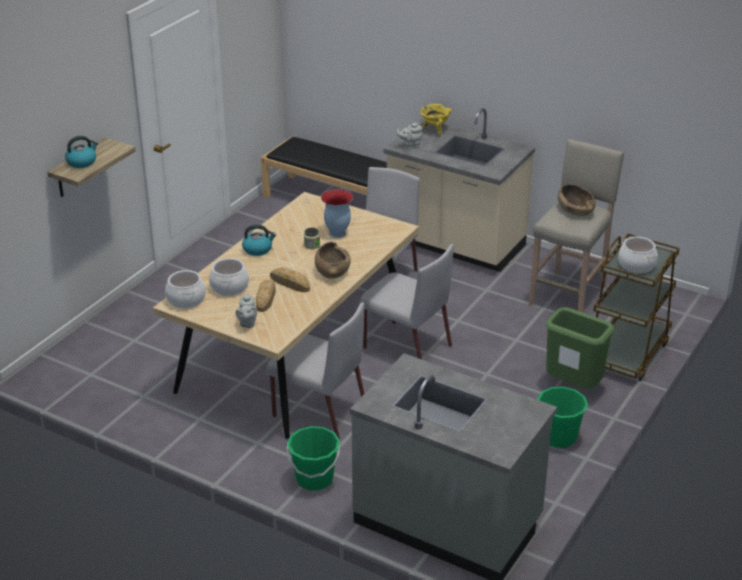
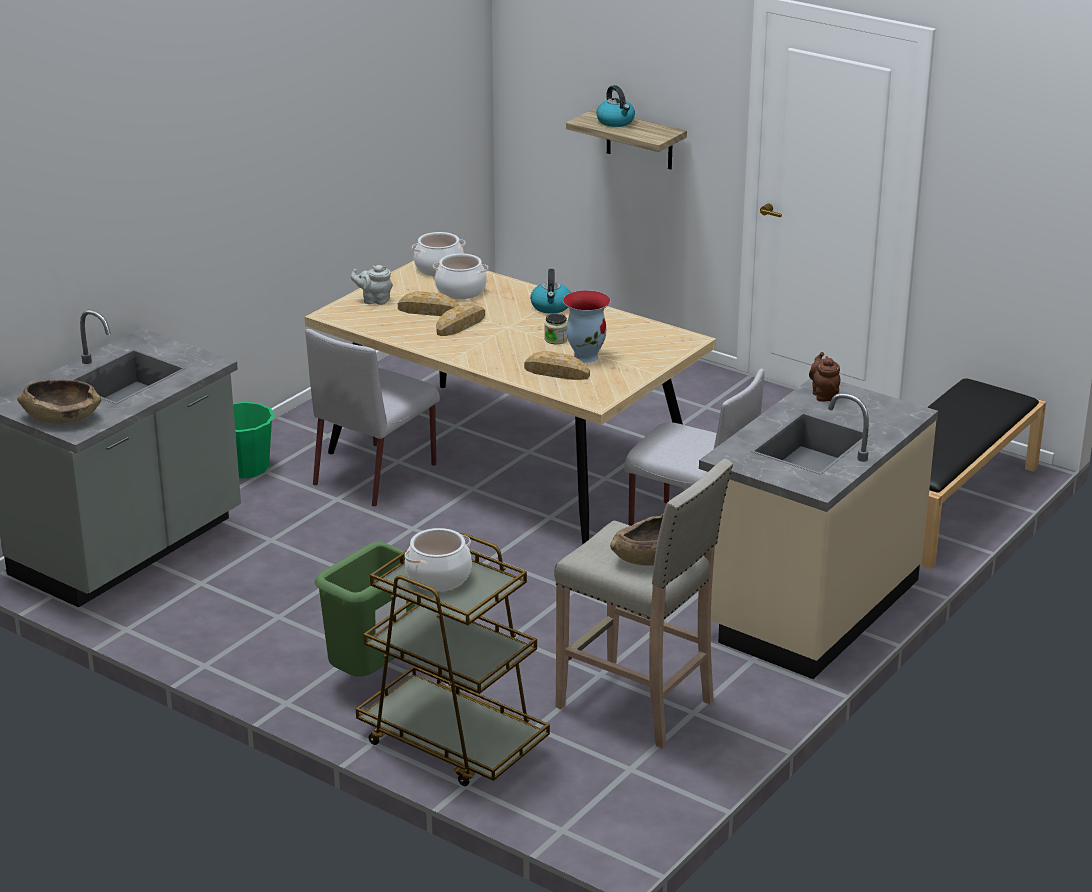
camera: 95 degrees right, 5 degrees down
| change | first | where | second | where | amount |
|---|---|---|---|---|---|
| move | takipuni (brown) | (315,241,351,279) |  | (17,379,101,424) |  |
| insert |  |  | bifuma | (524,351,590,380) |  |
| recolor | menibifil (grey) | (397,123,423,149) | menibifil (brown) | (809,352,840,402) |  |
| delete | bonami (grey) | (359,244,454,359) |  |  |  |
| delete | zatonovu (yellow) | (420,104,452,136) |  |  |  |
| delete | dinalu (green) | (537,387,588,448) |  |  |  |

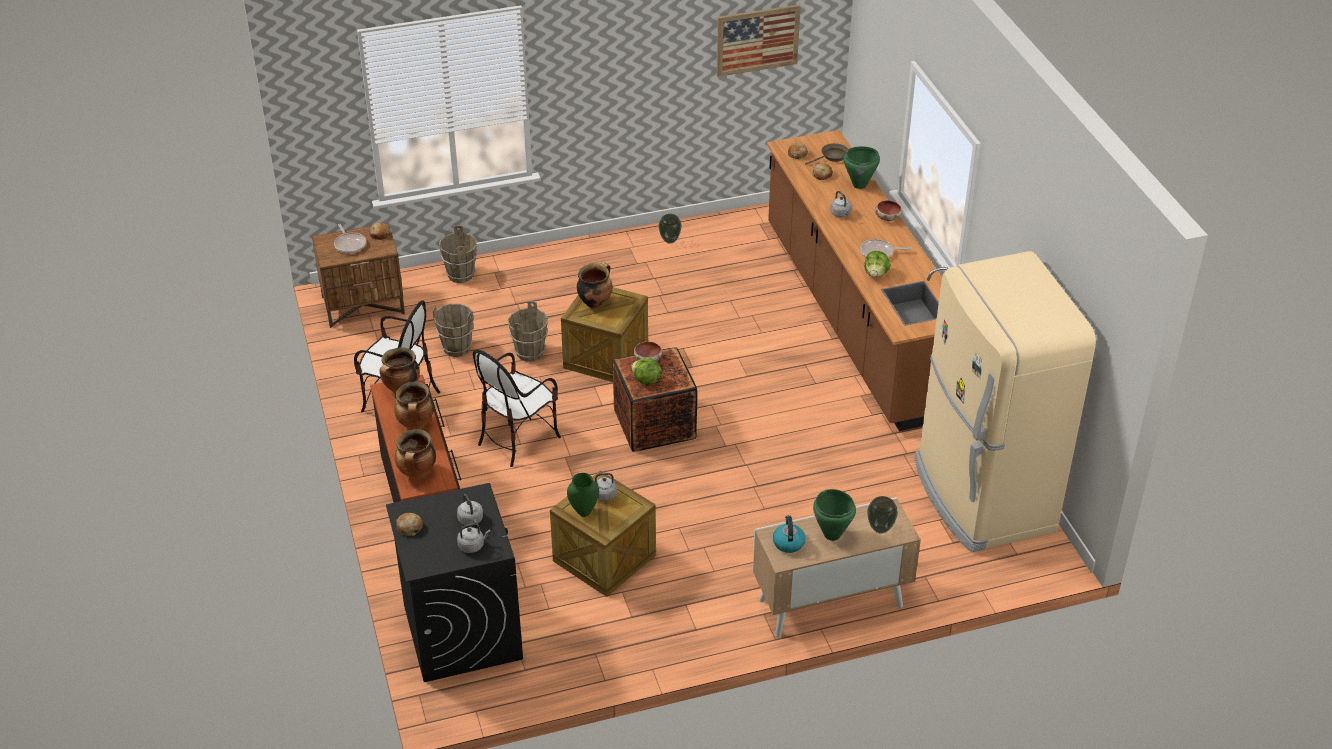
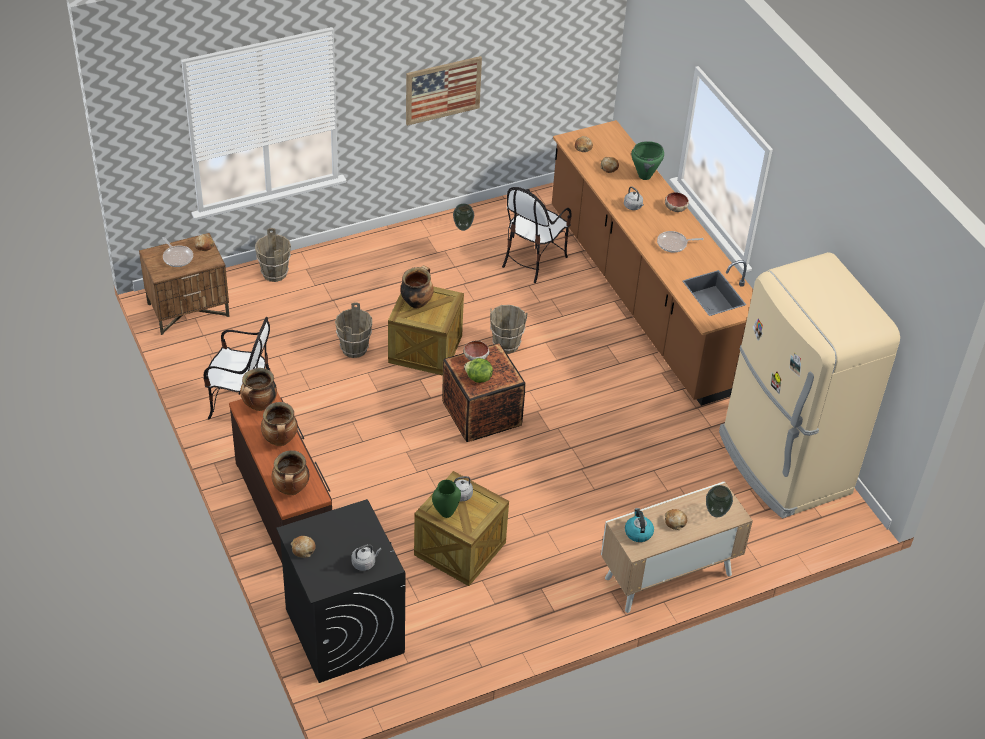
camera: 10 degrees left, 5 degrees up
| change | first | where | second | where | amount |
|---|---|---|---|---|---|
| move | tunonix | (717,4,801,77) |  | (406,56,482,126) |  |
| move | dinalu (brown) | (433,303,474,357) |  | (490,305,527,354) |  |
| move | bonami | (473,350,561,467) |  | (502,187,571,283) |  |
| replace | zatonovu (green) | (813,489,856,541) | bifuma | (664,509,687,530) |  |
| delete | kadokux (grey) | (457,494,483,525) |  |  |  |
| delete | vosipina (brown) | (805,143,849,165) |  |  |  |
| delete | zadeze | (864,251,891,277) |  |  |  |

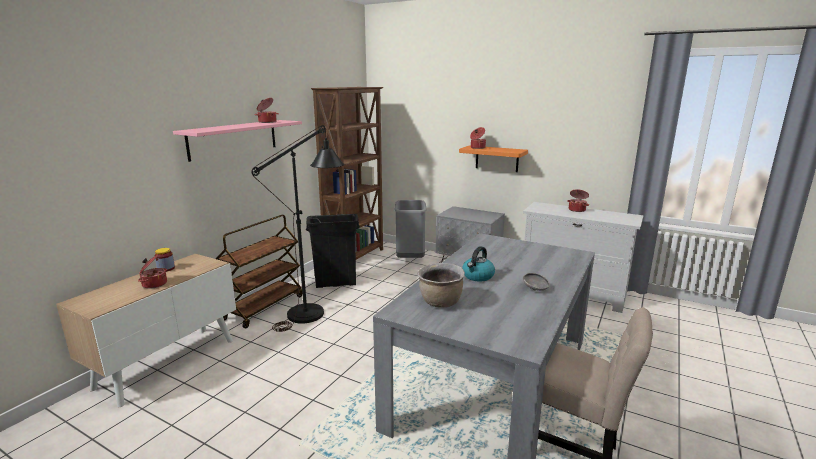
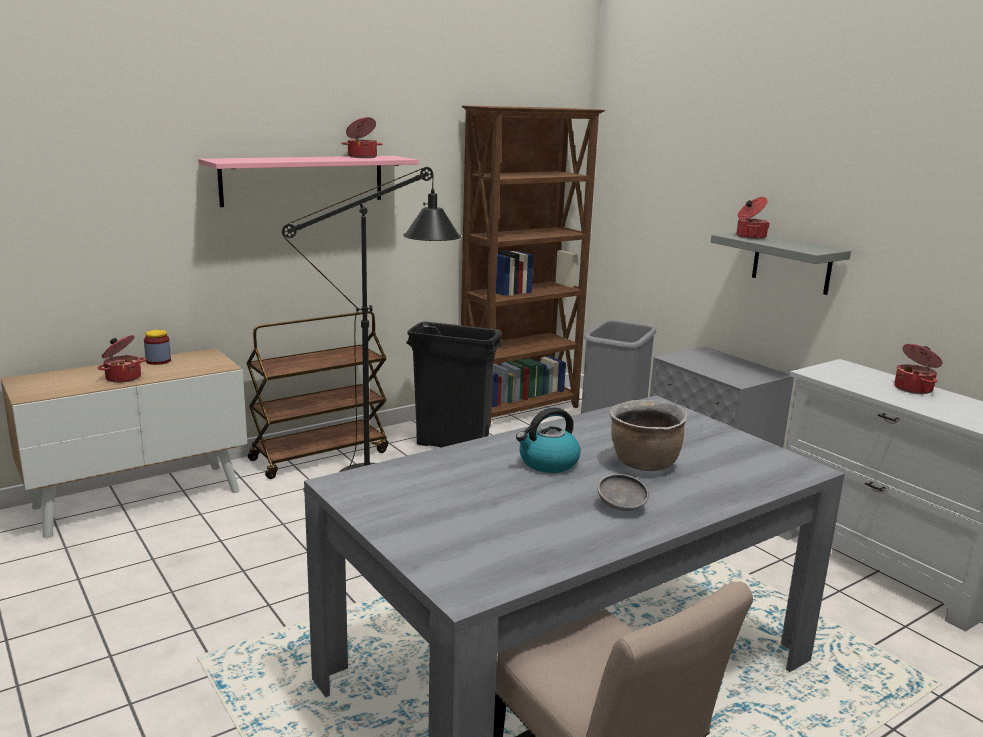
camera: 25 degrees right, 0 degrees up
| change | first | where | second | where | amount |
|---|---|---|---|---|---|
| move | zatonovu (brown) | (418,263,465,308) |  | (609,400,688,471) |  |
| recolor | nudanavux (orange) | (459,146,528,172) | nudanavux (grey) | (711,232,851,295) |  |

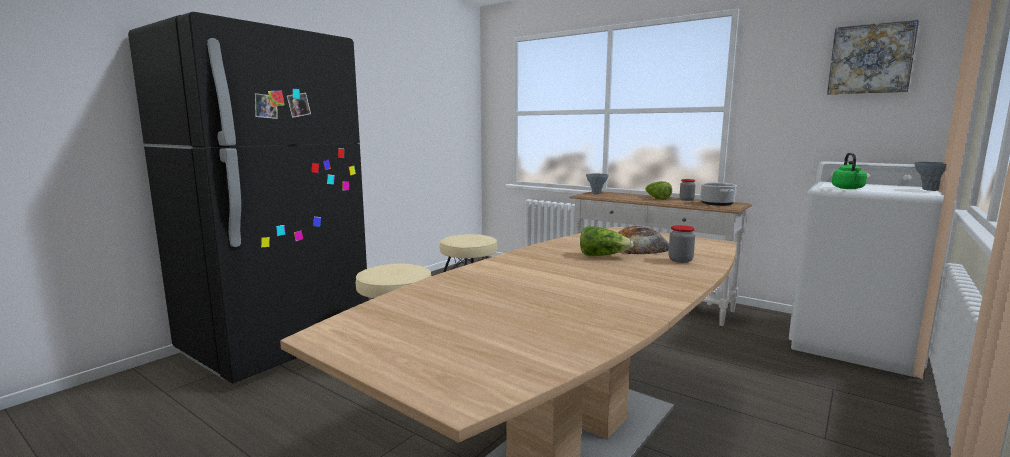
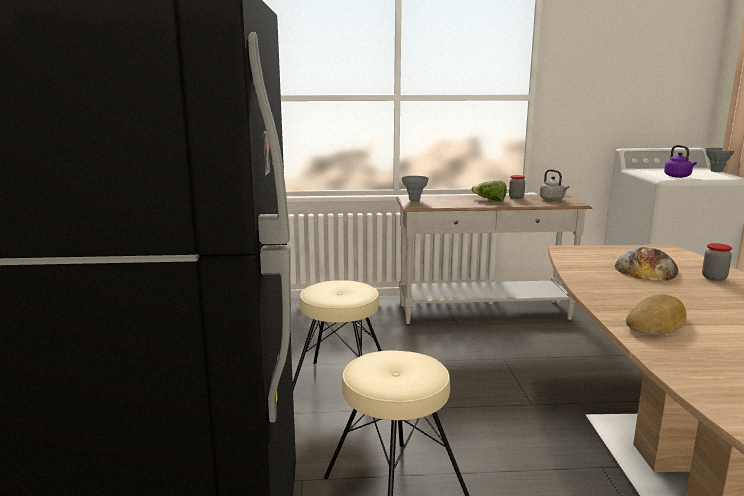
camera: 40 degrees left, 5 degrees up
| change | first | where | second | where | amount |
|---|---|---|---|---|---|
| replace | zatonovu | (700,182,737,206) | kadokux (grey) | (540,170,570,200) |  |
| insert |  |  | bifuma | (626,294,687,335) |  |
| recolor | kadokux (green) | (832,153,867,189) | kadokux (purple) | (664,145,697,178) |  |
| delete | zadeze | (580,226,634,256) |  |  |  |
| delete | tunonix | (827,19,919,95) |  |  |  |

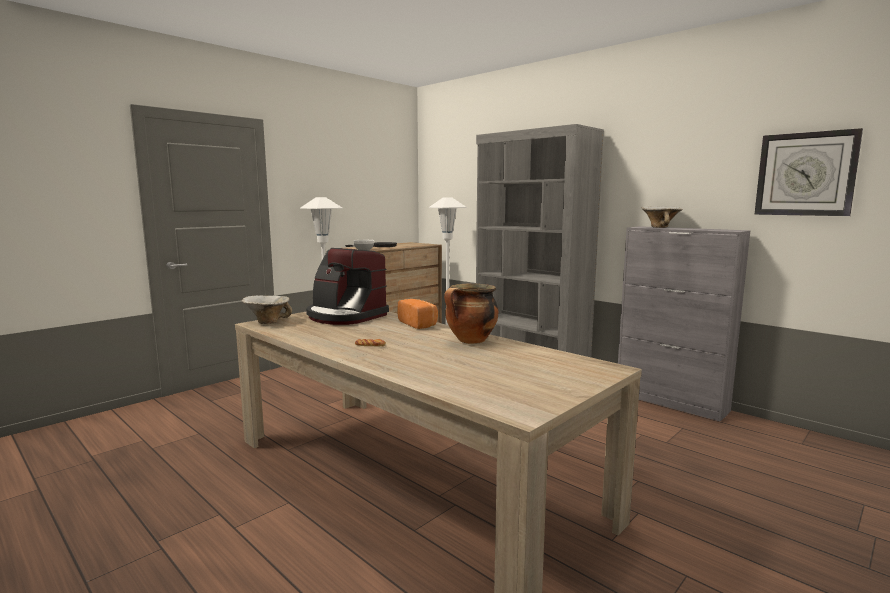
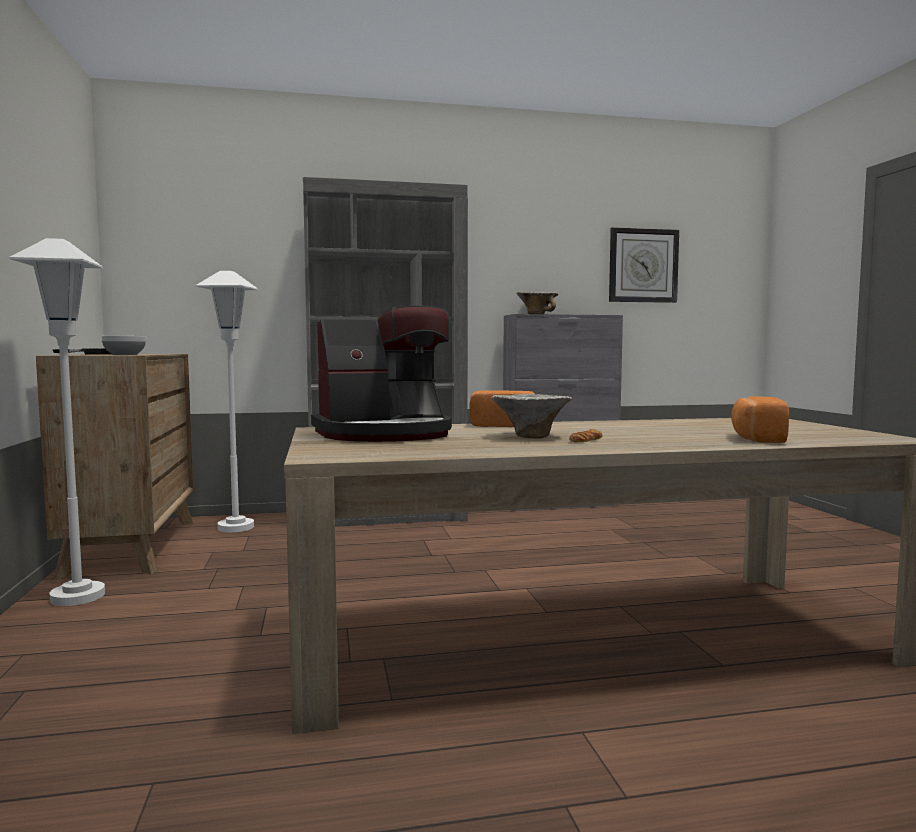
camera: 55 degrees left, 5 degrees down
| change | first | where | second | where | amount |
|---|---|---|---|---|---|
| move | takipuni | (242,295,292,324) |  | (492,394,573,438) |  |
| insert |  |  | bifuma | (731,396,789,443) |  |
| delete | zatonovu | (444,284,498,344) |  |  |  |

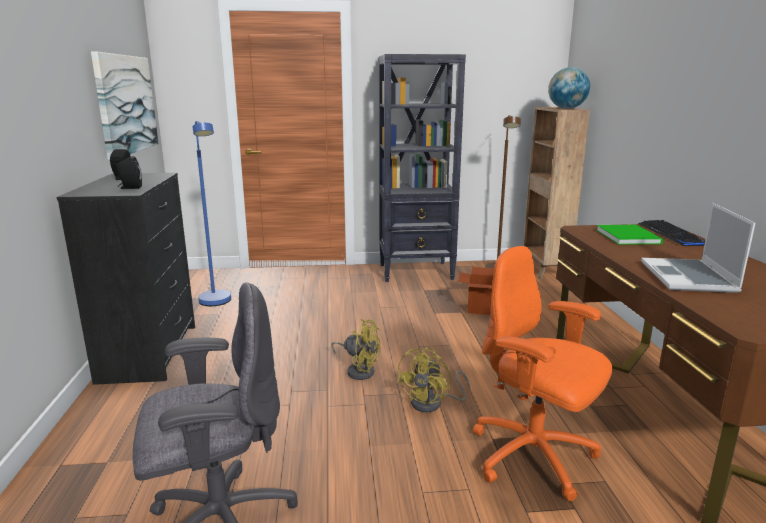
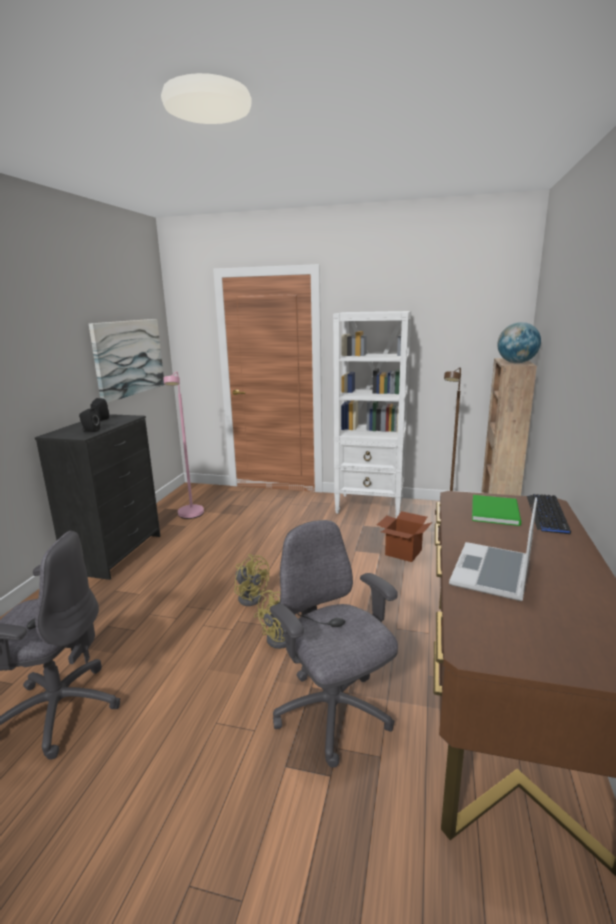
camera: 20 degrees right, 0 degrees up
| change | first | where | second | where | amount |
|---|---|---|---|---|---|
| recolor | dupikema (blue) | (192,121,231,306) | dupikema (pink) | (164,371,204,519) |  |
| recolor | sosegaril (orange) | (473,246,612,501) | sosegaril (grey) | (270,520,398,768) |  |
| recolor | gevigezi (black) | (379,54,466,282) | gevigezi (white) | (333,311,411,518) |  |

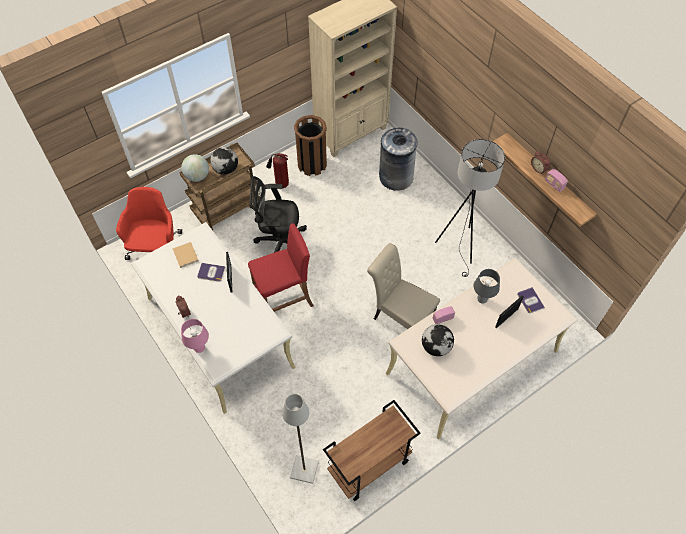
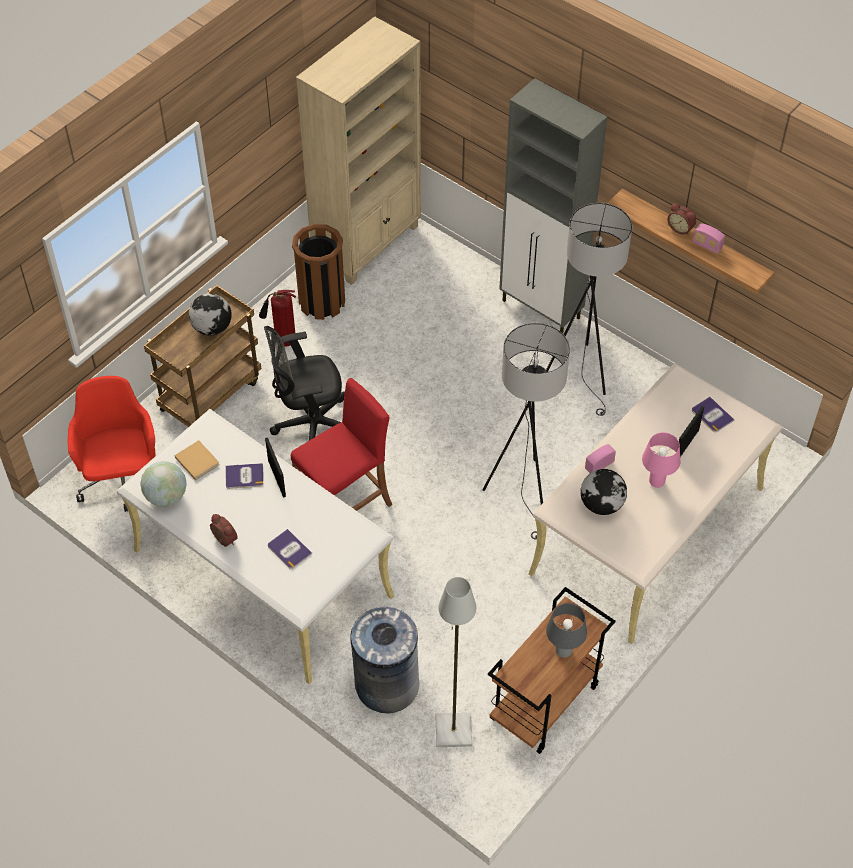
camera: 15 degrees left, 5 degrees down
| change | first | where | second | where | amount |
|---|---|---|---|---|---|
| move | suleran | (181,154,209,182) |  | (140,461,187,507) |  |
| insert |  |  | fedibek | (268,529,312,569) |  |
| move | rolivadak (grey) | (379,127,417,191) |  | (350,607,419,713) |  |
| replace | bonami (beige) | (367,243,440,329) | dupikema (grey) | (483,323,570,540) |  |
| insert |  |  | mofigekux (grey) | (499,78,607,333) |  |
| move | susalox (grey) | (474,269,500,303) |  | (546,603,587,658) |  |
| move | susalox (pink) | (181,319,209,353) |  | (642,432,680,488) |  |

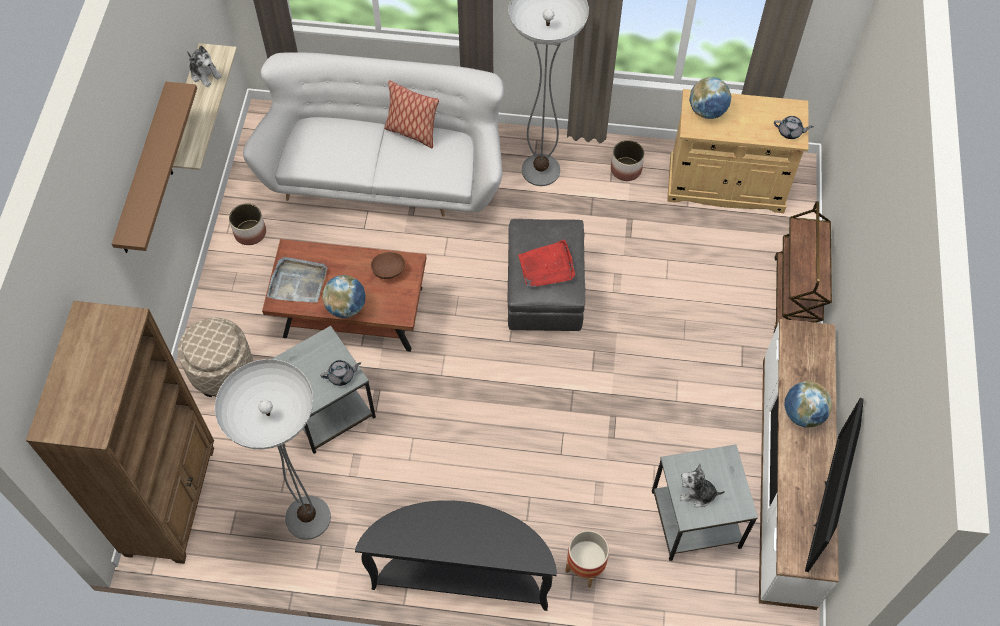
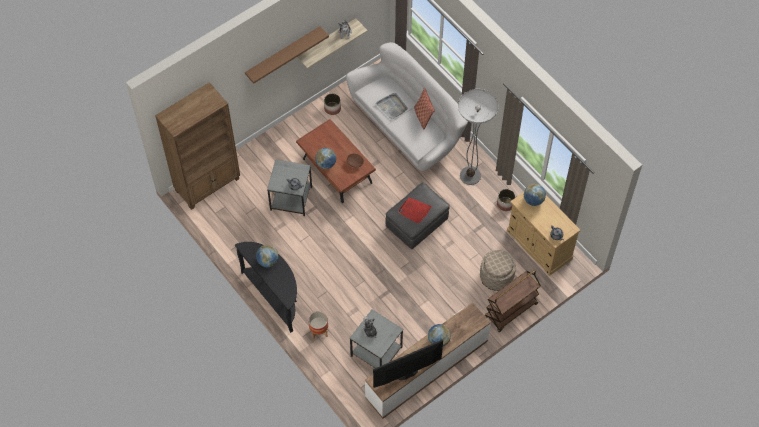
camera: 45 degrees right, 0 degrees up
| change | first | where | second | where | amount |
|---|---|---|---|---|---|
| insert |  |  | suleran | (256,245,279,267) |  |
| move | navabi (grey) | (267,257,328,303) |  | (376,93,408,120) |  |
| move | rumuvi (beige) | (178,318,253,397) |  | (480,250,516,291) |  |
| delete | dupikema | (215,359,331,540) |  |  |  |

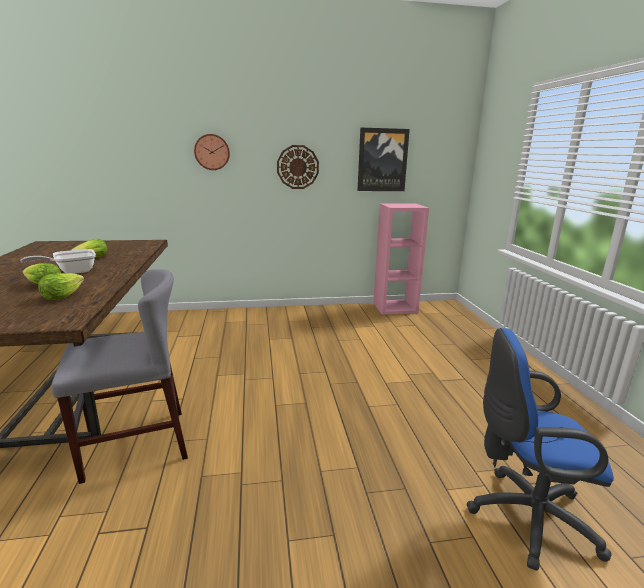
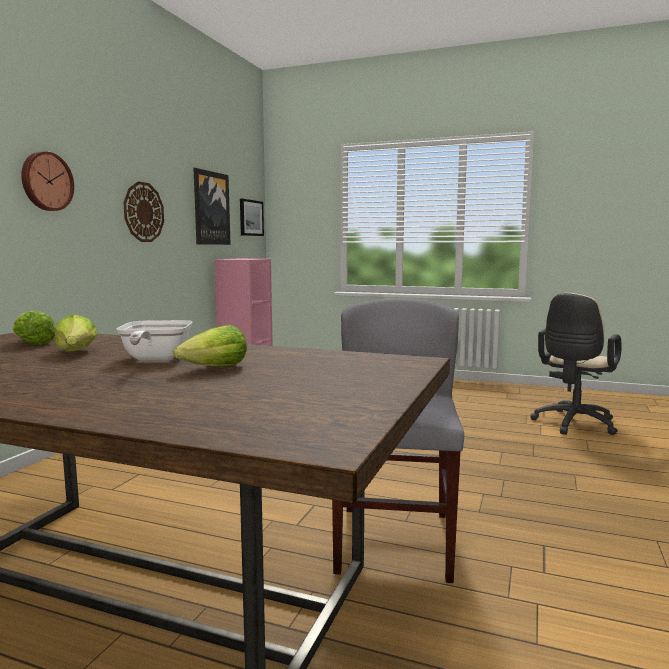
camera: 60 degrees left, 10 degrees down
| change | first | where | second | where | amount |
|---|---|---|---|---|---|
| move | zadeze | (38,273,84,300) |  | (13,311,55,345) |  |
| insert |  |  | tunonix | (240,199,264,236) |  |
| recolor | sosegaril (blue) | (467,328,614,571) | sosegaril (beige) | (530,293,622,435) |  |

